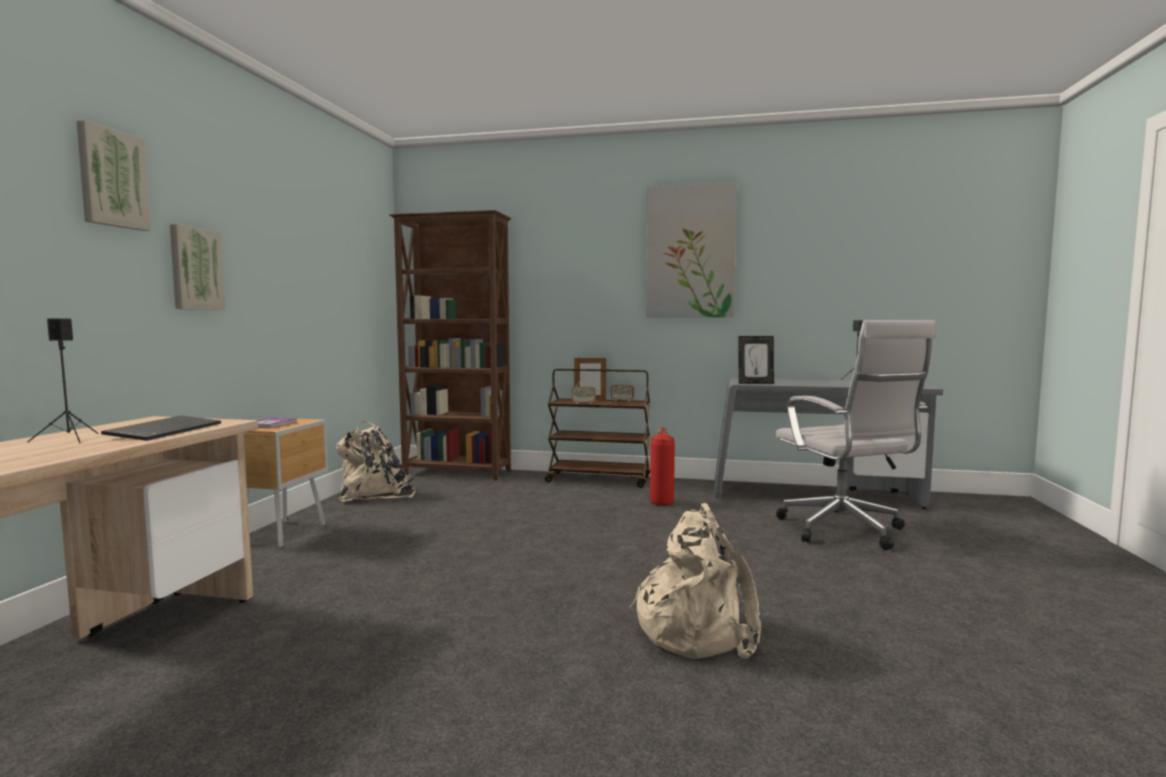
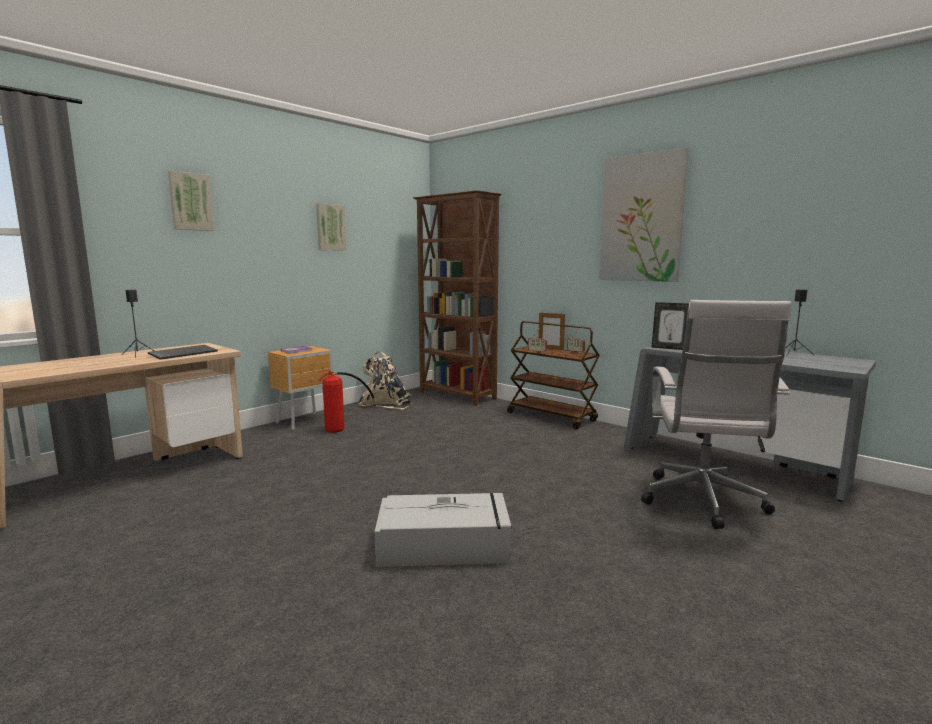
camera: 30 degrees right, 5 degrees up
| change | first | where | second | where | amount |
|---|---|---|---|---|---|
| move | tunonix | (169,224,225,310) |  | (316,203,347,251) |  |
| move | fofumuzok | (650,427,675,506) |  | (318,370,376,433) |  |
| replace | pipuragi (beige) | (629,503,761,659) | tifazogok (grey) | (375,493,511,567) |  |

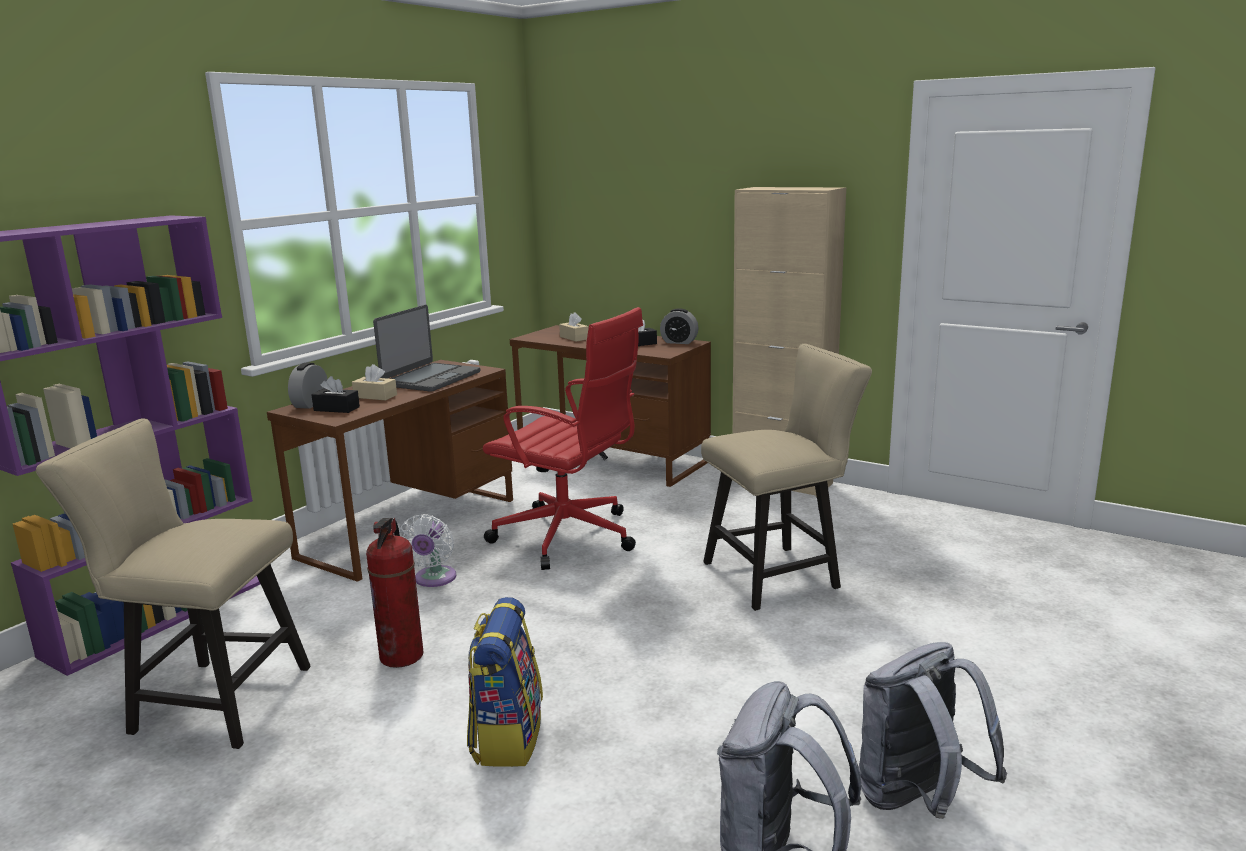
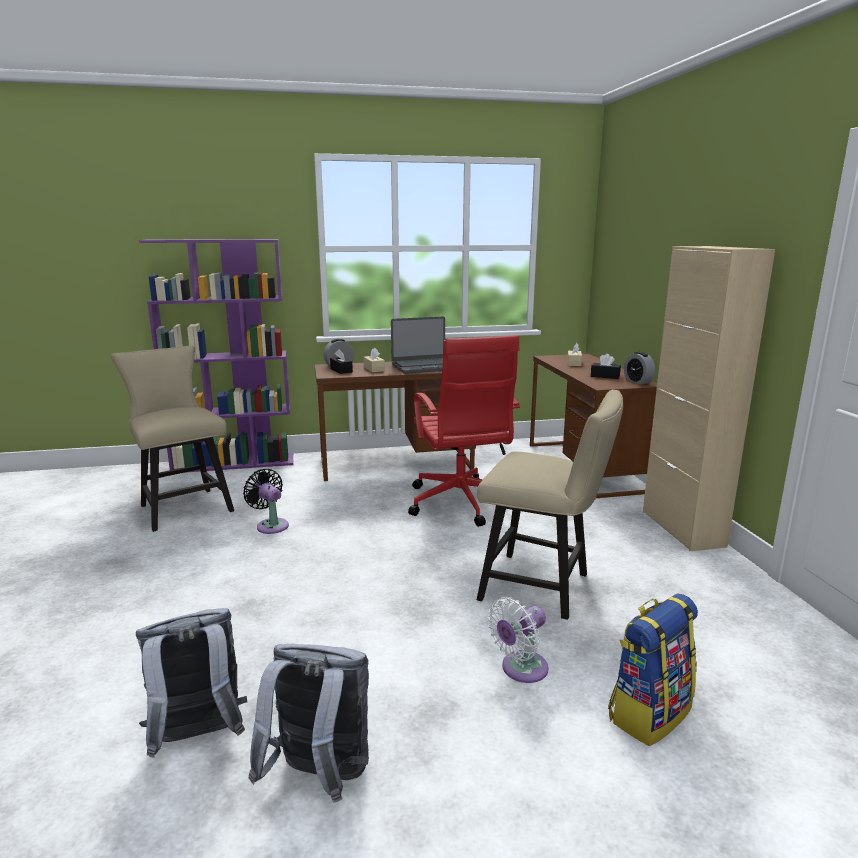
camera: 45 degrees right, 0 degrees up
| change | first | where | second | where | amount |
|---|---|---|---|---|---|
| replace | fofumuzok | (366,518,424,668) | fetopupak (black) | (243,469,289,534) |  |
| move | fetopupak (white) | (399,514,456,587) |  | (488,597,548,683) |  |
| move | pipuragi | (467,597,543,767) |  | (608,593,698,746) |  |

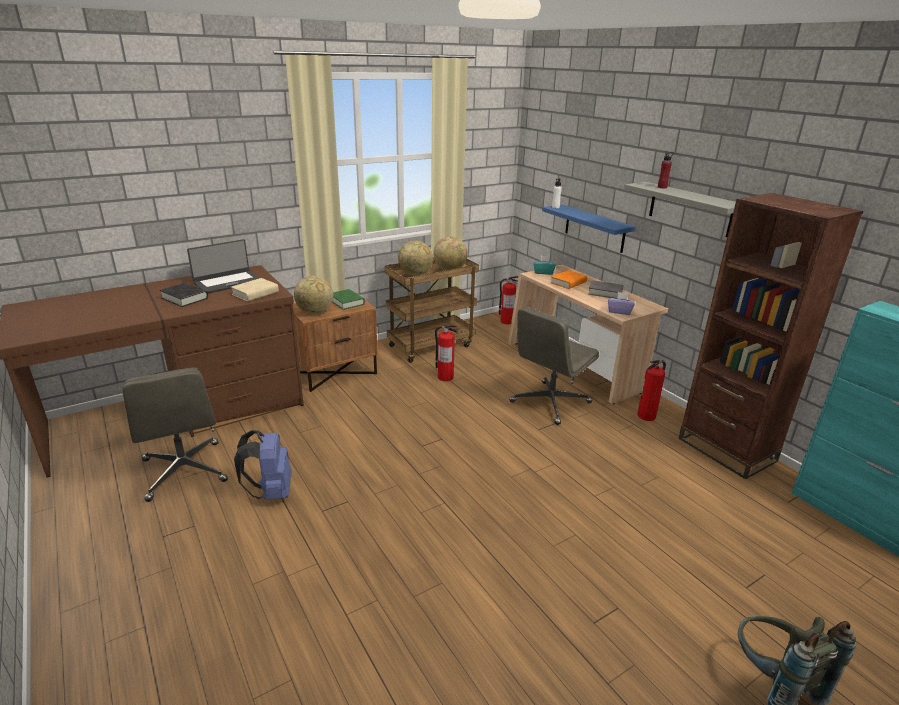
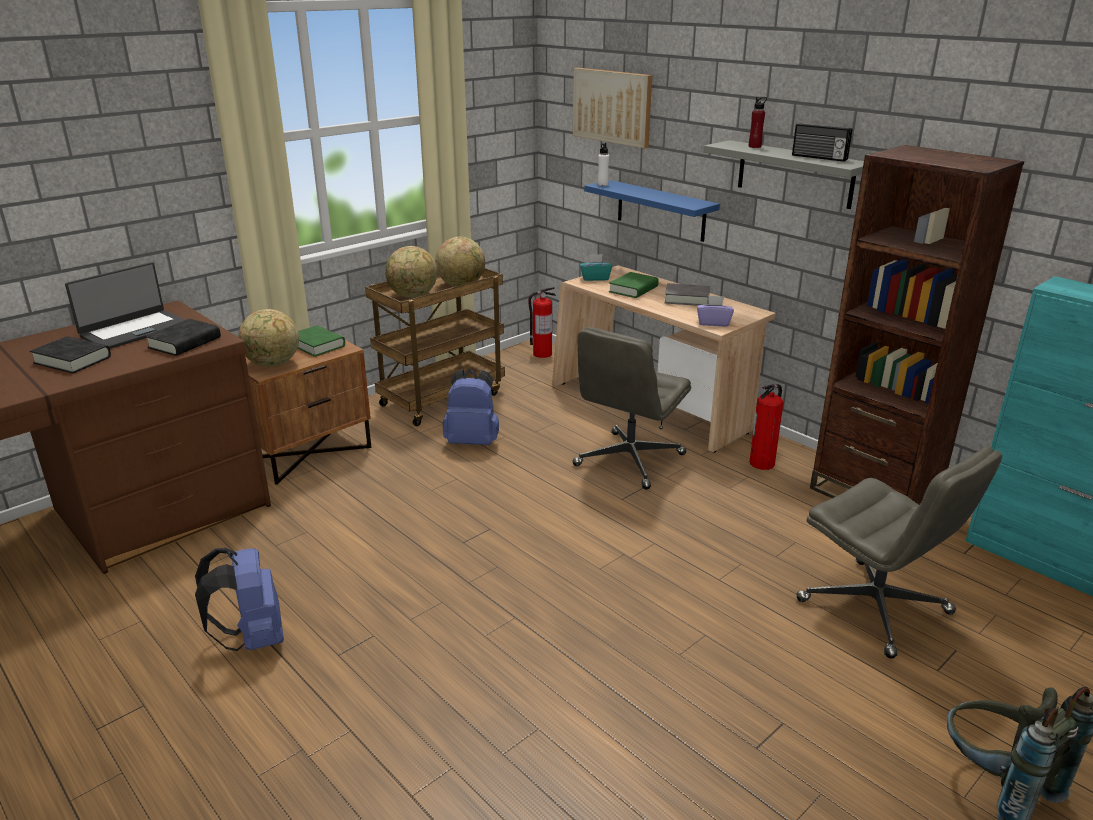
camera: 10 degrees left, 0 degrees up
| change | first | where | second | where | amount |
|---|---|---|---|---|---|
| recolor | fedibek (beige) | (231,278,279,302) | fedibek (black) | (145,319,221,356) |  |
| replace | fofumuzok | (435,325,458,381) | pipuragi (blue) | (442,369,499,445) |  |
| insert |  |  | tunonix | (573,68,652,148) |  |
| recolor | fedibek (orange) | (550,270,587,289) | fedibek (green) | (609,272,659,298) |  |
| insert |  |  | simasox | (792,123,852,162) |  |
| move | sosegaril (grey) | (122,367,228,502) |  | (796,446,1002,659) |  |

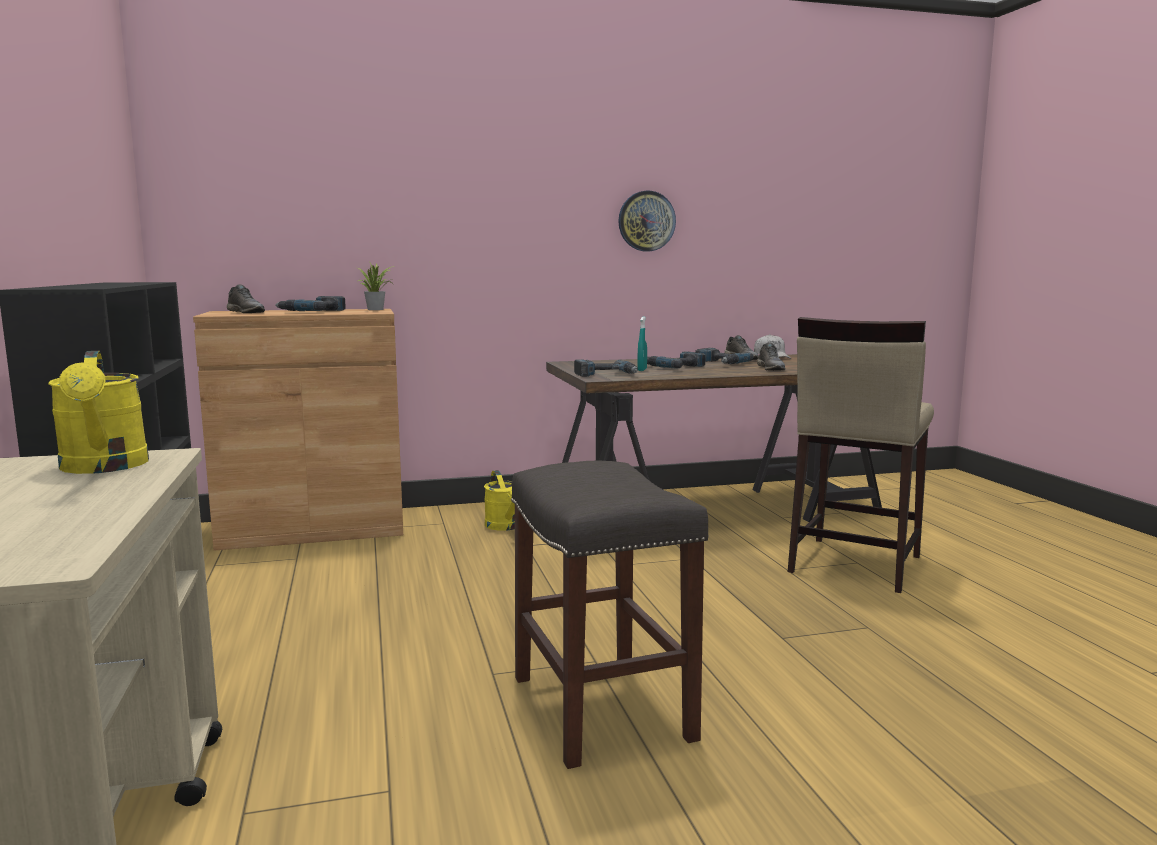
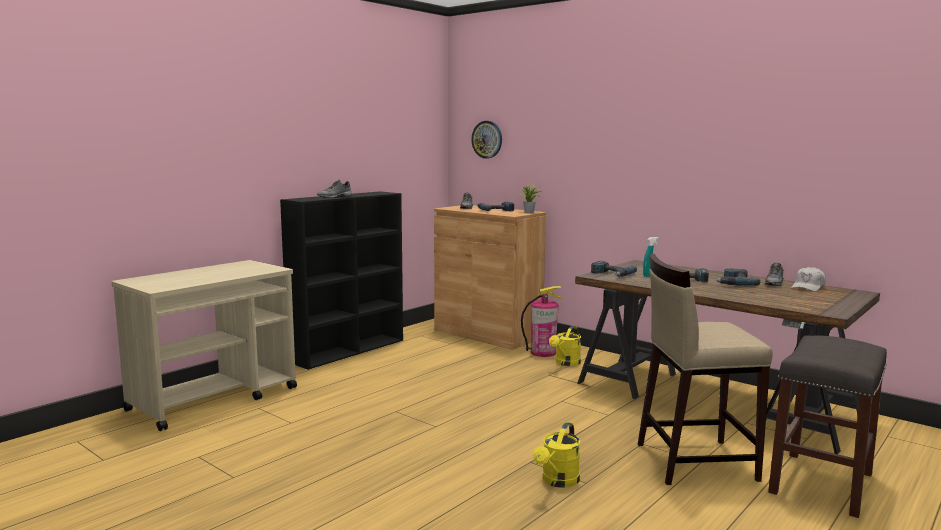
camera: 55 degrees right, 0 degrees up
| change | first | where | second | where | amount |
|---|---|---|---|---|---|
| move | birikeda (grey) | (757,343,786,371) |  | (317,180,352,198) |  |
| move | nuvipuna | (618,191,676,251) |  | (471,121,502,159) |  |
| insert |  |  | fofumuzok | (521,286,563,357) |  |
| move | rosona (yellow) | (48,351,149,474) |  | (533,422,580,488) |  |
| move | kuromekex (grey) | (511,461,709,769) |  | (768,335,887,518) |  |

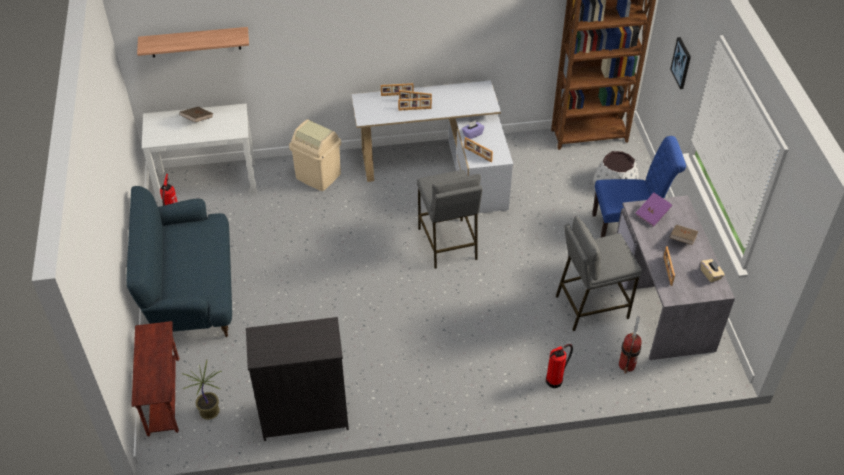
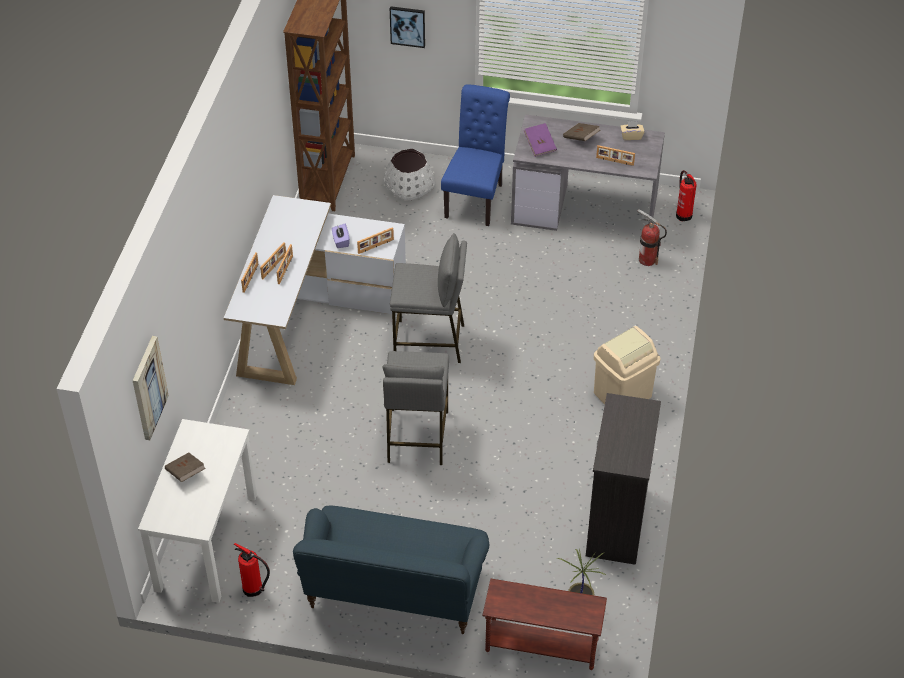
camera: 70 degrees left, 0 degrees up
| change | first | where | second | where | amount |
|---|---|---|---|---|---|
| replace | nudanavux | (137,27,249,57) | tunonix | (133,336,169,440) |  |
| move | kuromekex (grey) | (556,216,642,331) |  | (383,351,449,465) |  |
| move | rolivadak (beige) | (289,120,341,191) |  | (594,326,660,404) |  |
| move | fofumuzok | (546,344,573,388) |  | (676,170,697,222) |  |

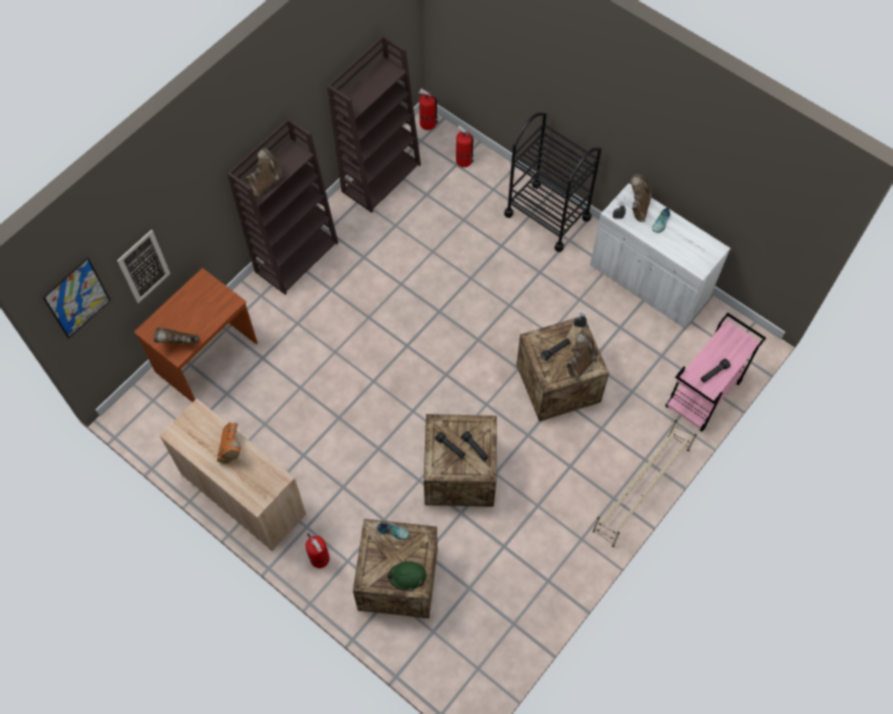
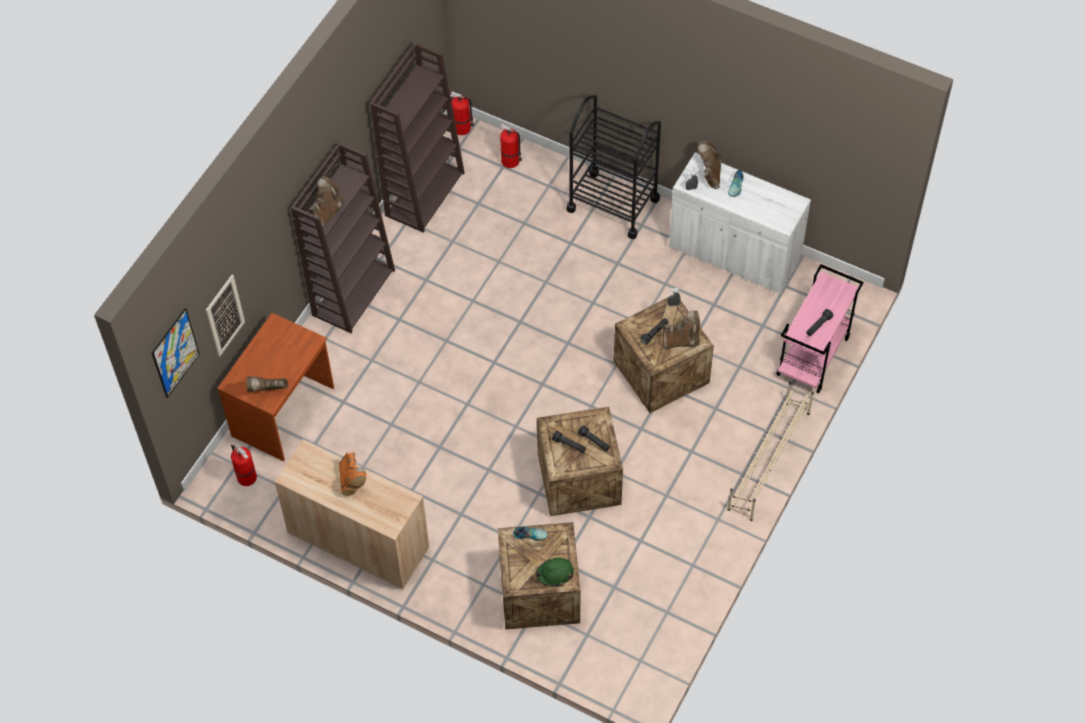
camera: 10 degrees left, 5 degrees down
| change | first | where | second | where | amount |
|---|---|---|---|---|---|
| move | fofumuzok | (305,534,330,568) |  | (231,445,257,486) |  |
| rotate | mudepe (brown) | (566,331,598,380) |  | (662,311,700,349) | 60 degrees clockwise |

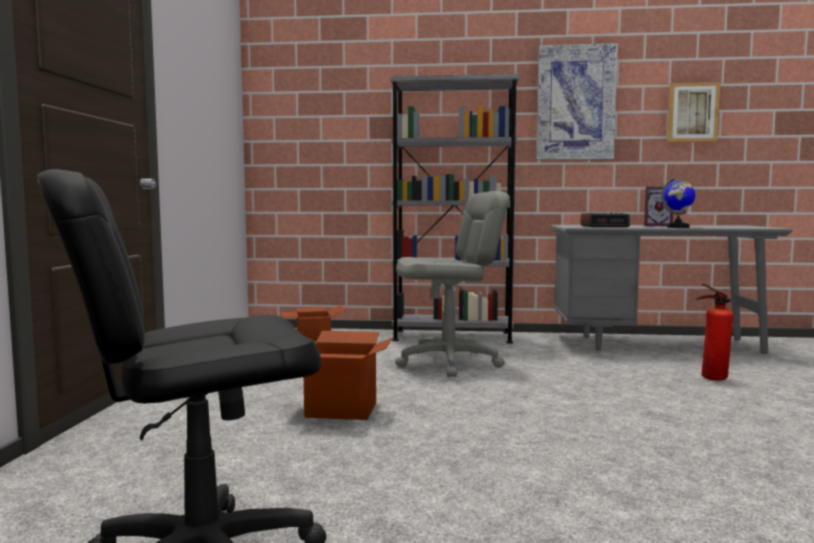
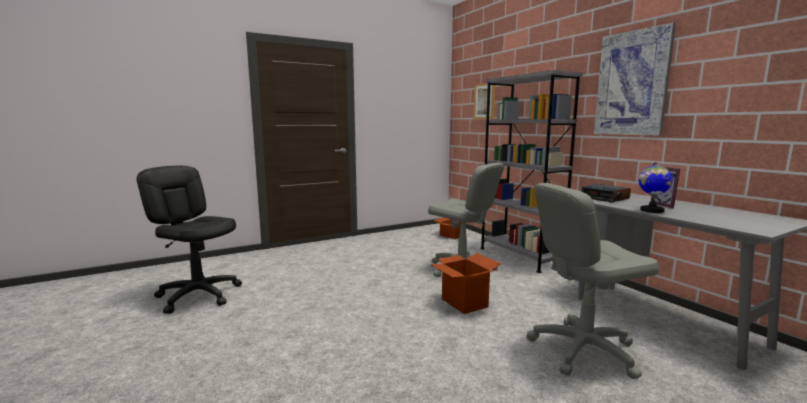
camera: 55 degrees right, 5 degrees up
| change | first | where | second | where | amount |
|---|---|---|---|---|---|
| move | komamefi | (304,331,393,420) |  | (431,253,501,314) |  |
| move | tunonix | (667,82,720,142) |  | (474,83,496,119) |  |
| replace | fofumuzok | (695,282,733,380) | sosegaril (grey) | (527,183,659,379) |  |

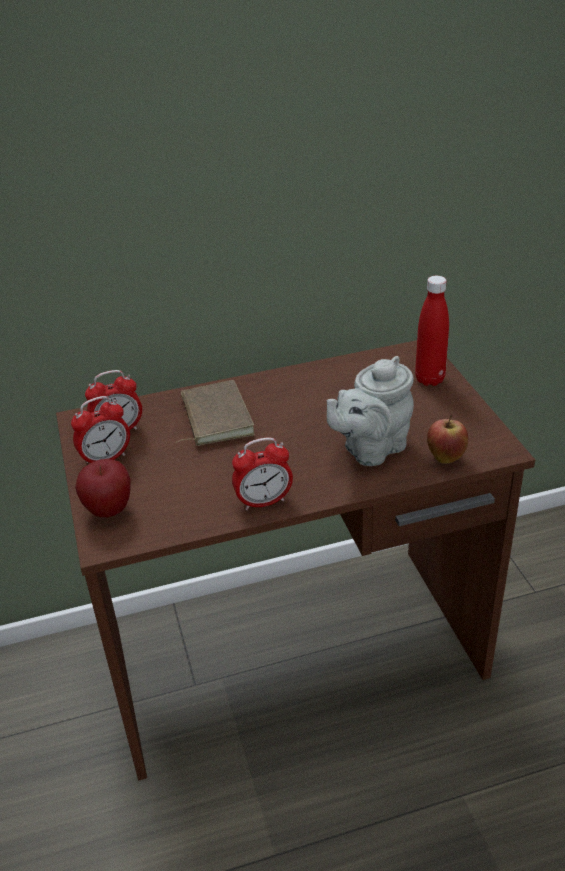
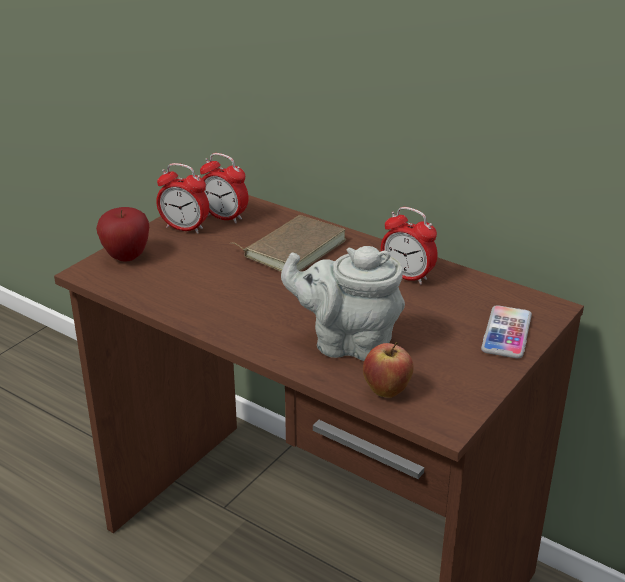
camera: 50 degrees right, 5 degrees down
| change | first | where | second | where | amount |
|---|---|---|---|---|---|
| move | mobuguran | (232,437,293,510) |  | (381,207,438,285) |  |
| replace | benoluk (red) | (415,276,449,386) | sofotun | (481,305,532,358) |  |

